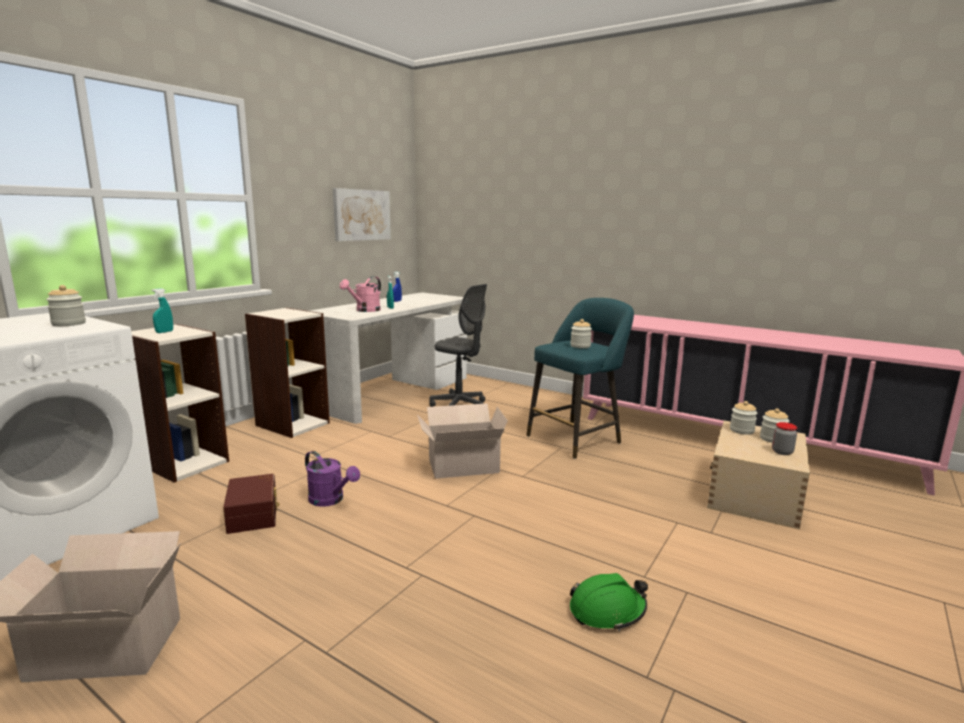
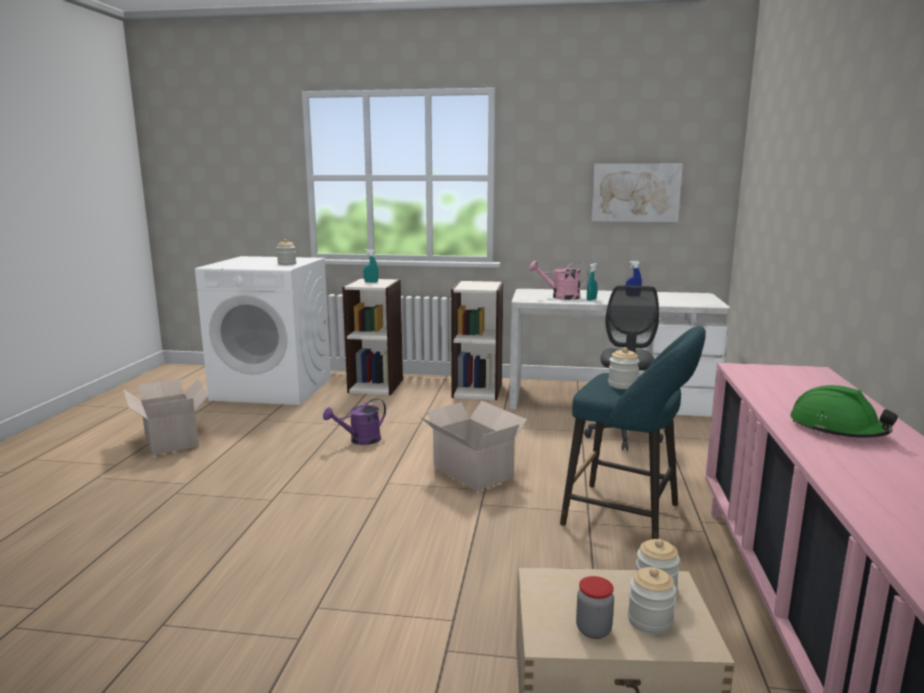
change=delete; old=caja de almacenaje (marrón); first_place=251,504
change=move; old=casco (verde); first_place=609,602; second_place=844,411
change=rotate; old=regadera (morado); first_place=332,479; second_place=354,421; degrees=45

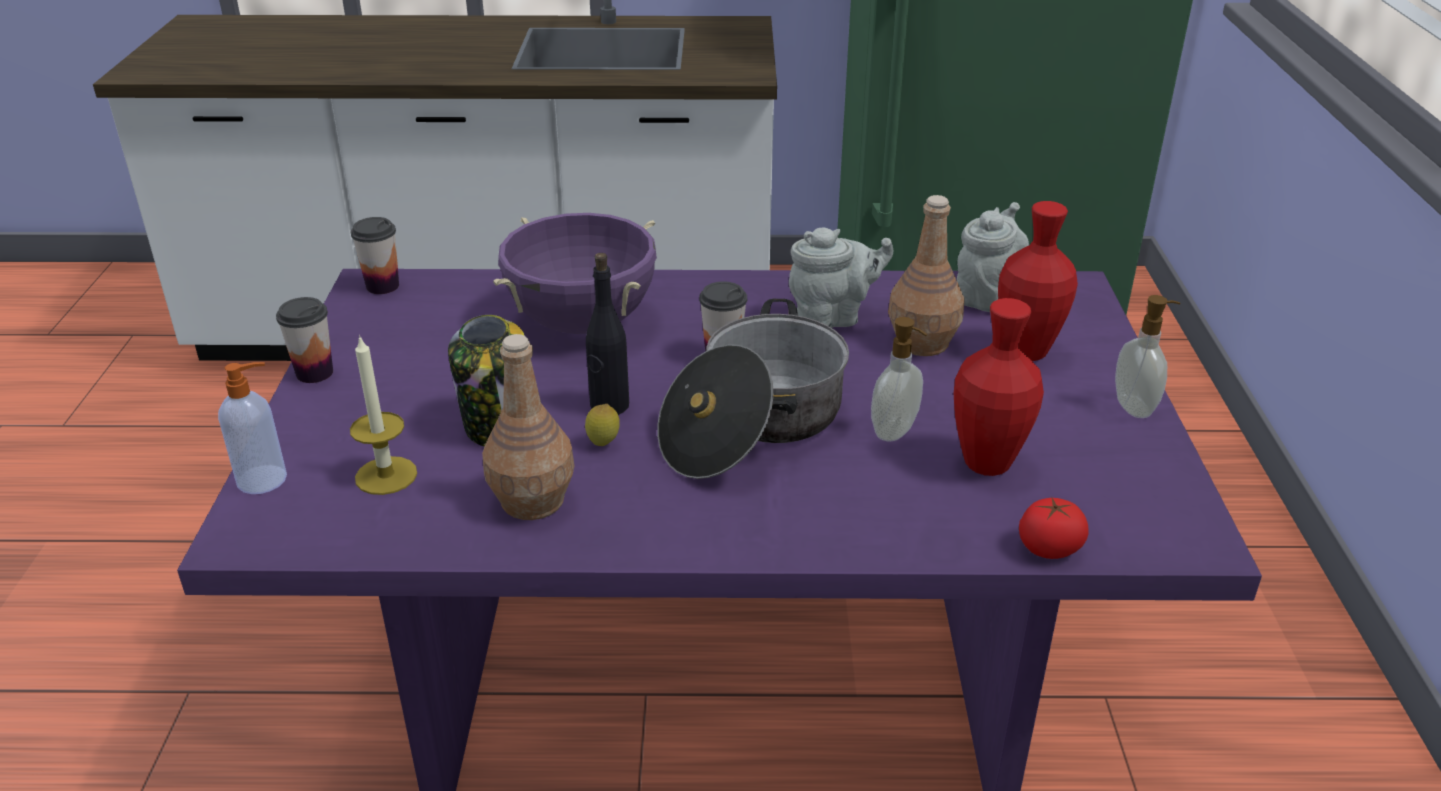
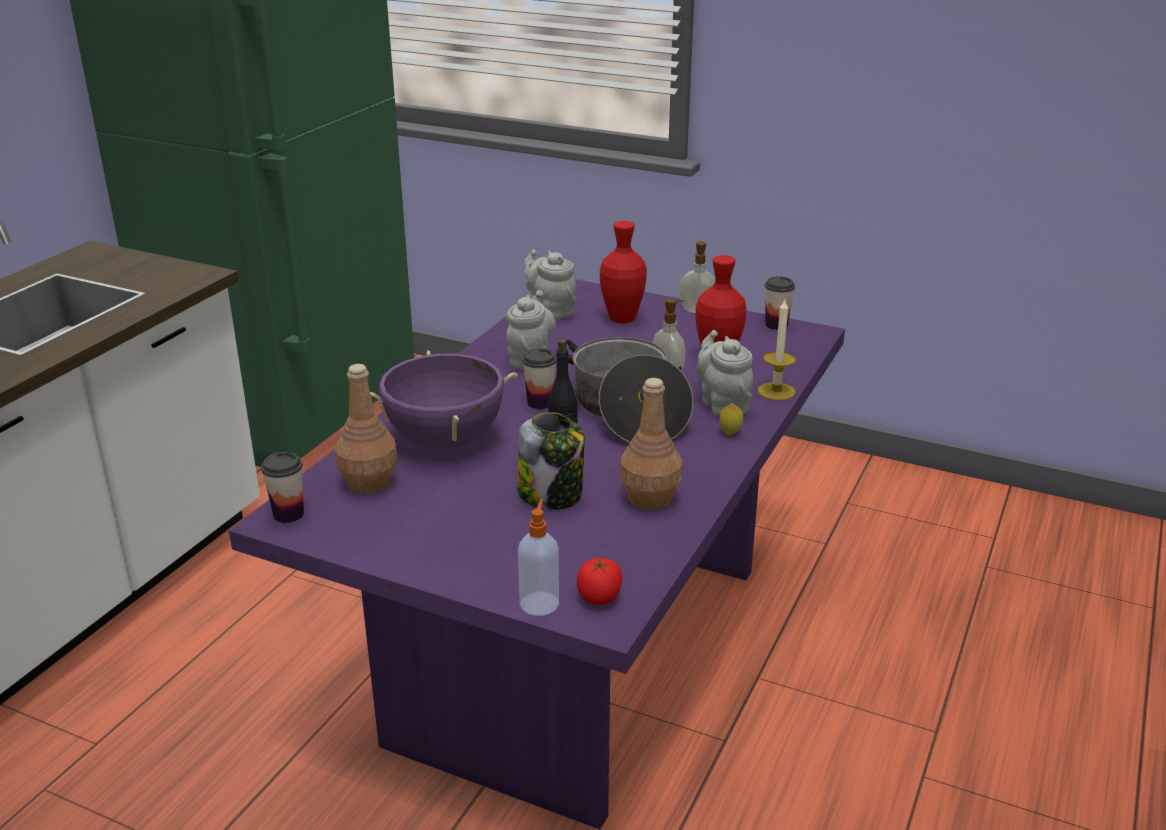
change=insert; new=tetera (gris); second_place=724,373
change=move; old=taza; first_place=304,340; second_place=780,303
change=move; old=vela; first_place=383,415; second_place=777,350
change=move; old=limón; first_place=602,425; second_place=731,419
change=move; old=botella (marrón); first_place=926,275; second_place=366,429
change=move; old=tomate; first_place=1054,528; second_place=600,581

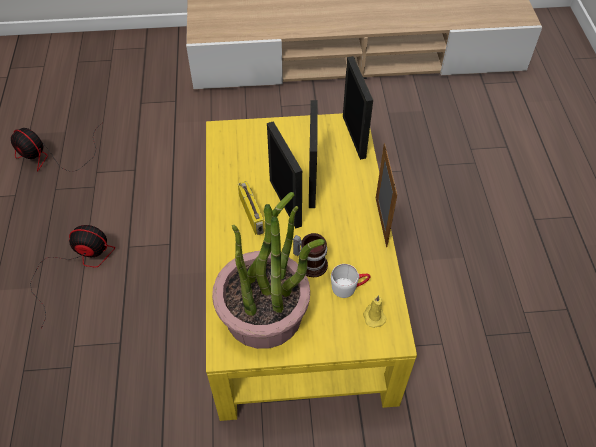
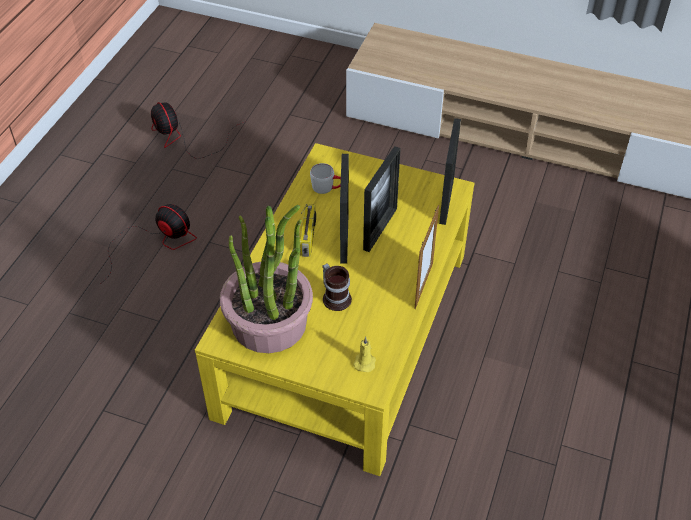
change=move; old=taza grande (blanco); first_place=351,281; second_place=325,178

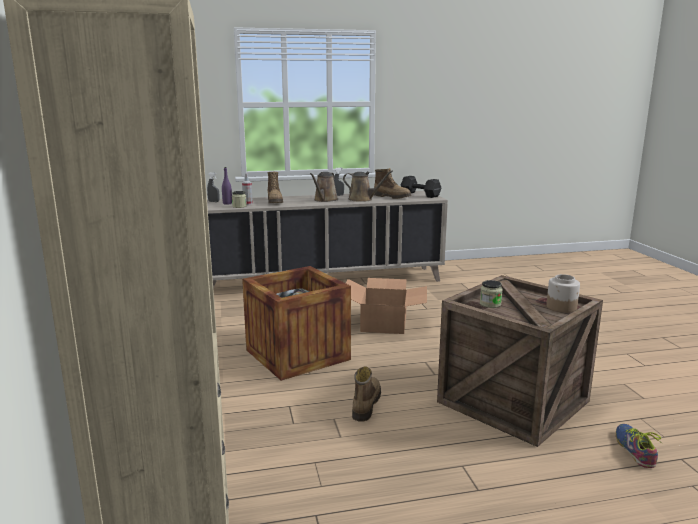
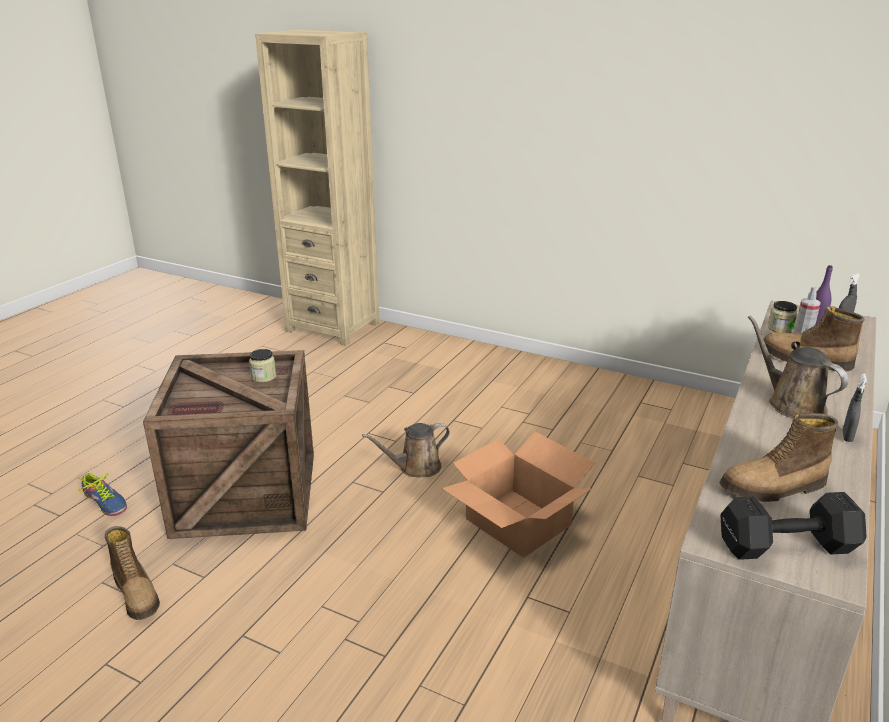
change=delete; old=caja de embalaje; first_place=296,323
change=delete; old=tarro; first_place=563,293
change=move; old=regadera (marrón); first_place=368,186; second_place=406,450
change=move; old=bota; first_place=366,394; second_place=132,573

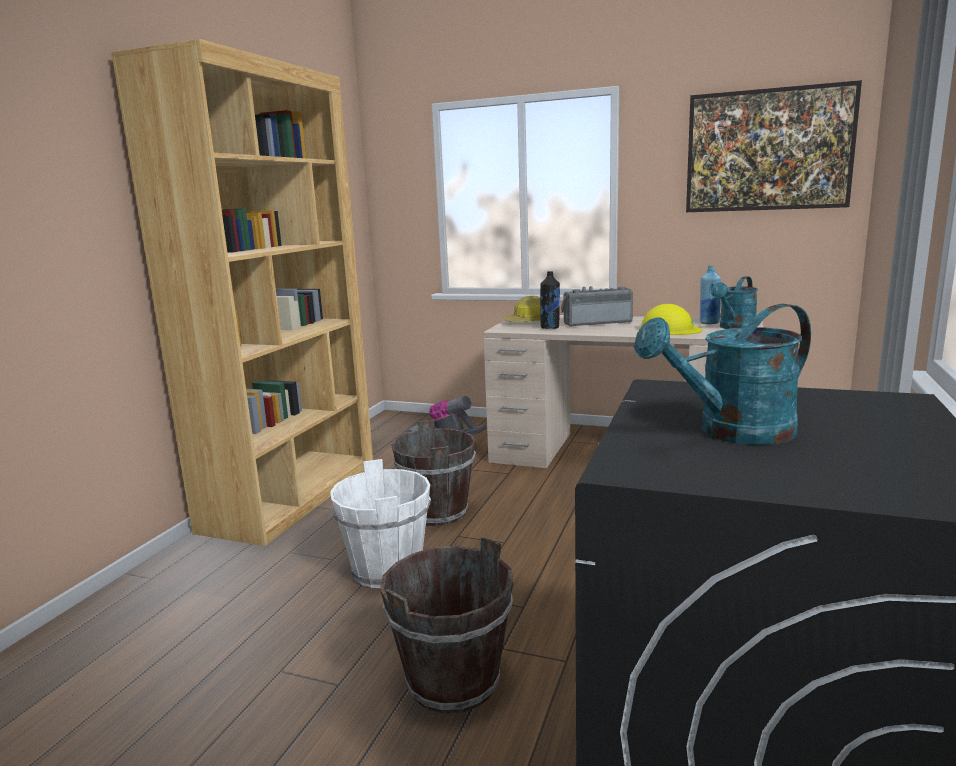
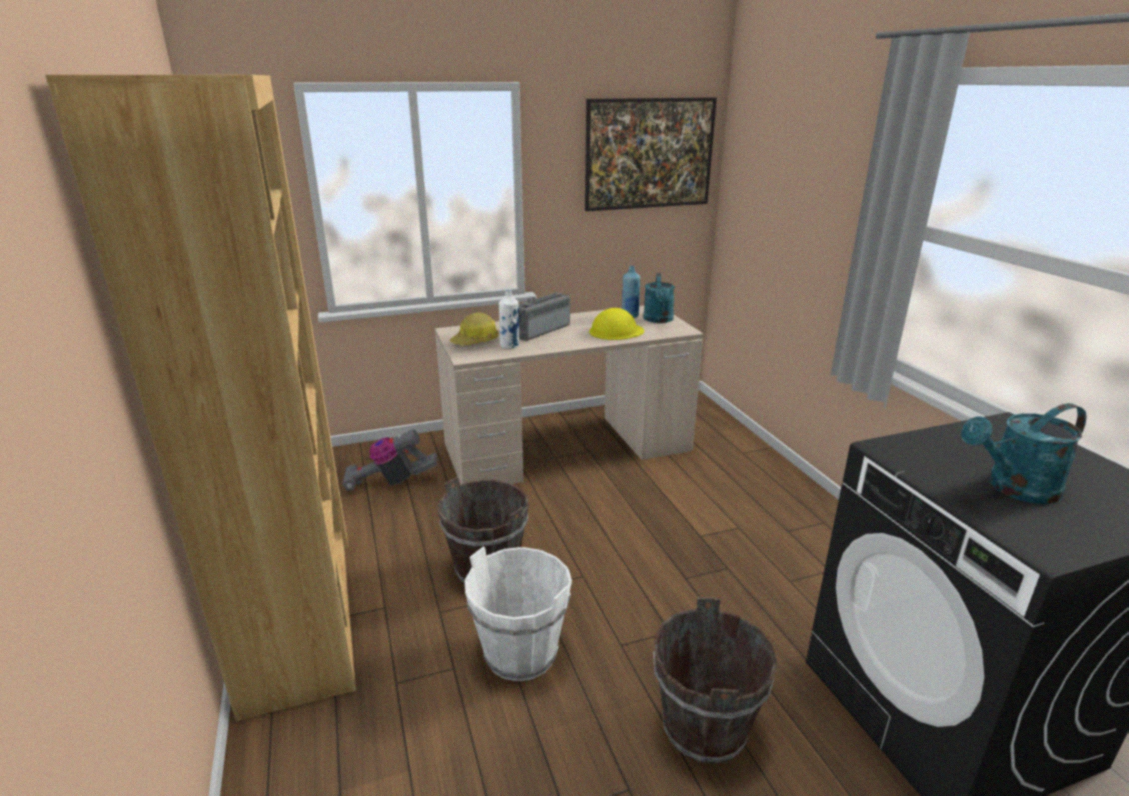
change=recolor; old=botella (negro); new=botella (blanco); first_place=550,300; second_place=509,319
change=rotate; old=regadera (turquesa); first_place=722,374; second_place=1023,453; degrees=45

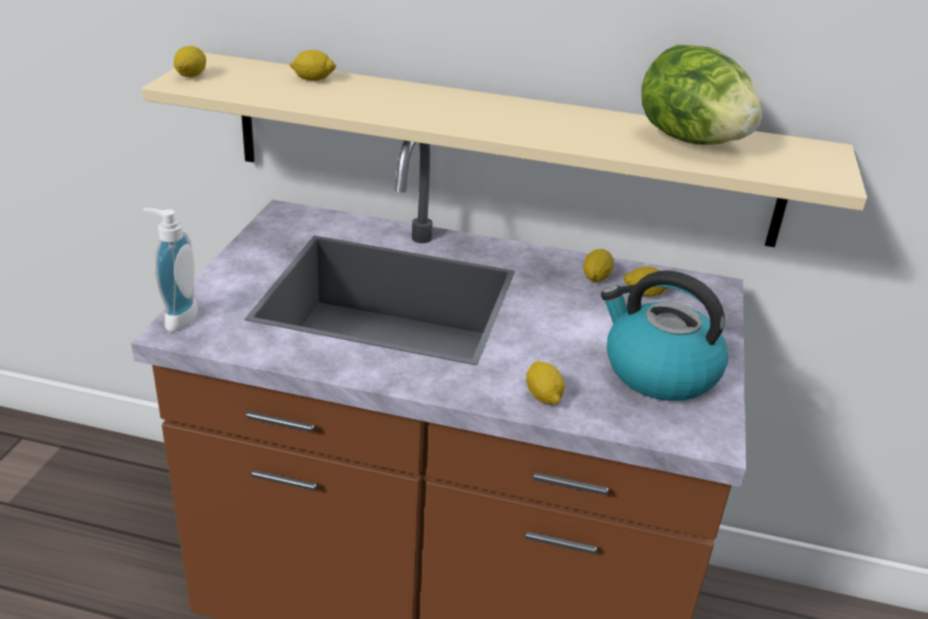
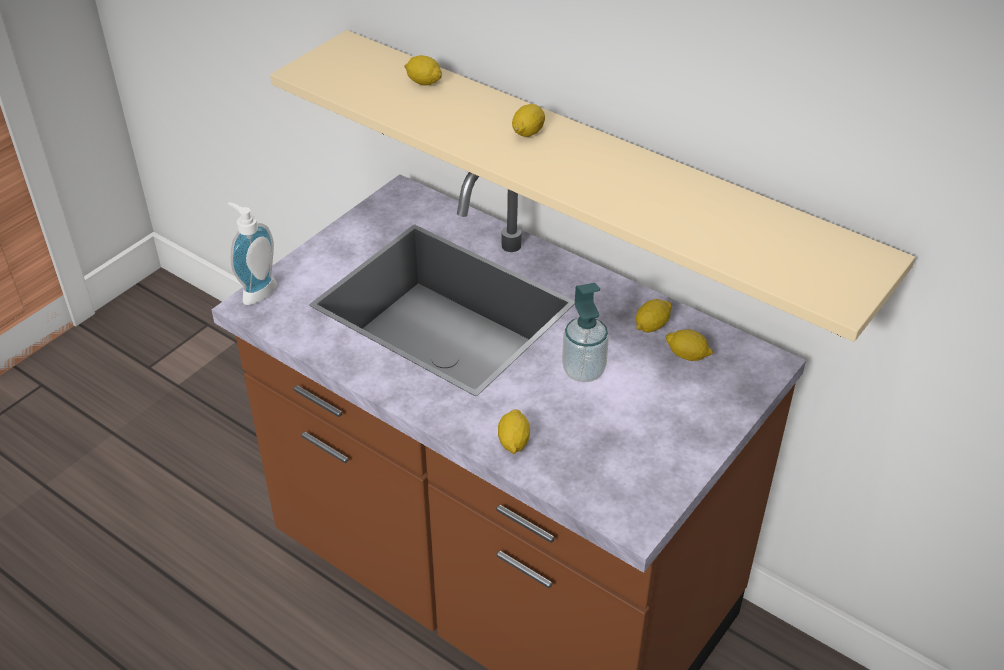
change=delete; old=hervidor; first_place=664,335
change=delete; old=lechuga; first_place=701,95
change=insert; new=dispensador de jabón; second_place=585,332
change=move; old=limón; first_place=190,61; second_place=528,120

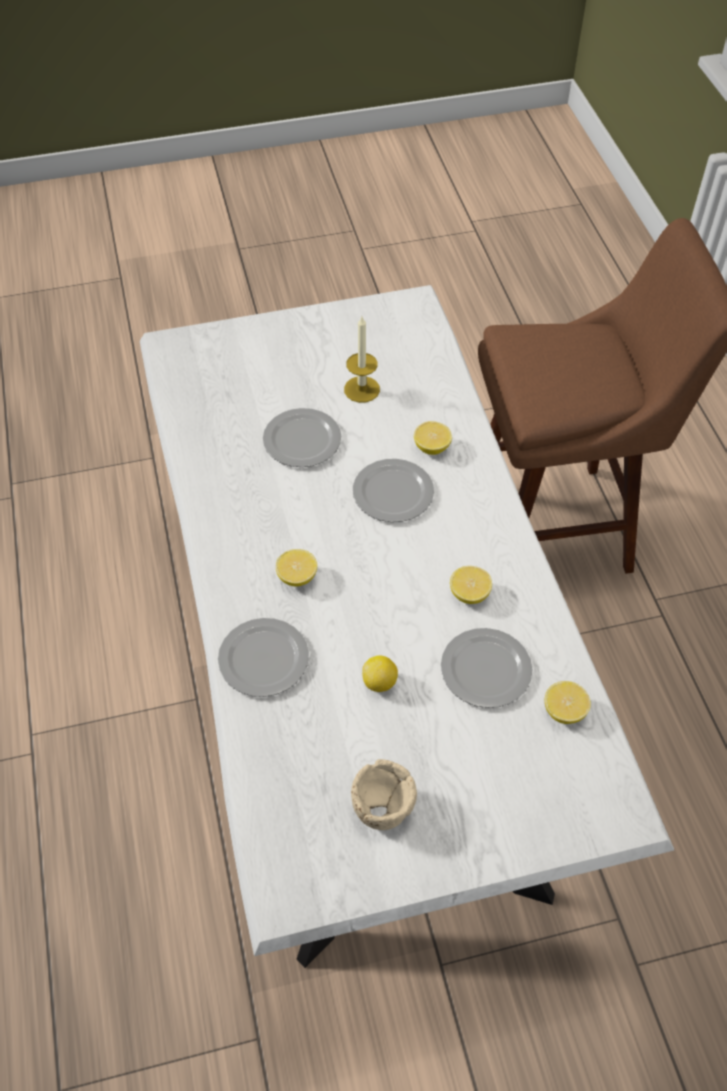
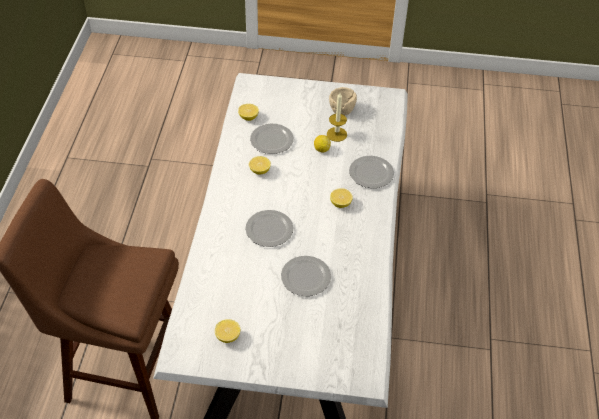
change=move; old=vela; first_place=362,360; second_place=337,117
change=move; old=limón; first_place=433,438; second_place=227,331

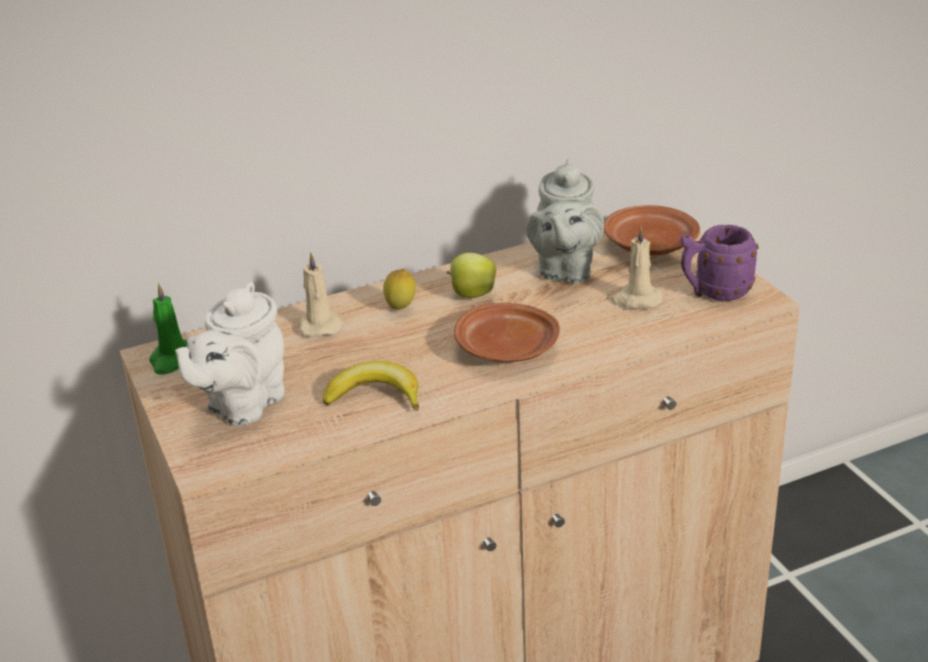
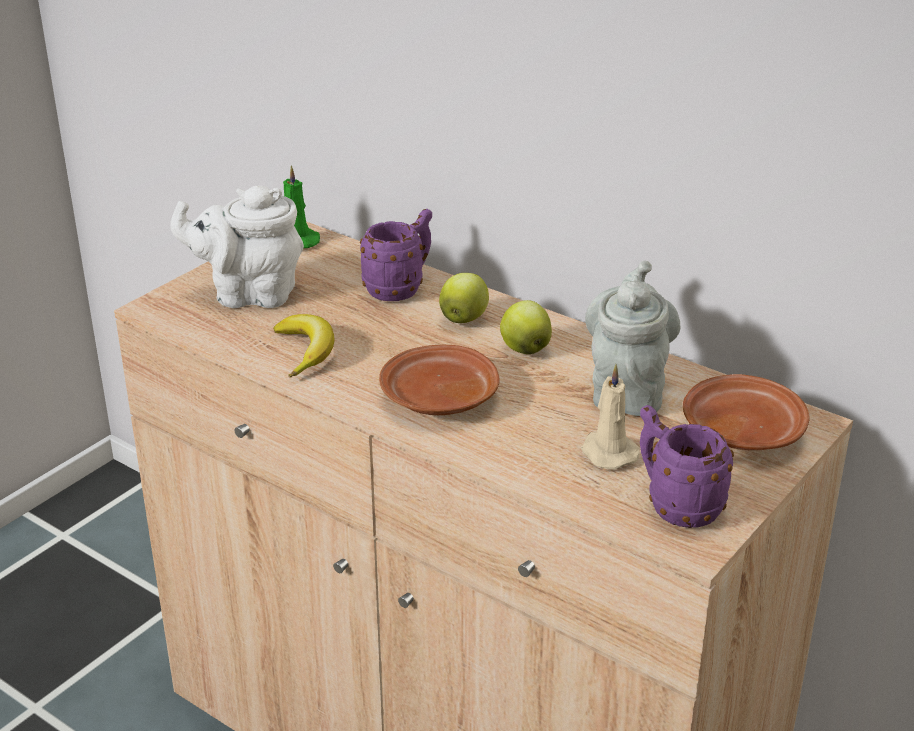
change=replace; old=vela (beis); new=taza grande (morado); first_place=321,294; second_place=396,255
change=replace; old=limón; new=manzana; first_place=399,289; second_place=464,298
change=rotate; old=tetera (gris); first_place=565,221; second_place=632,338; degrees=120

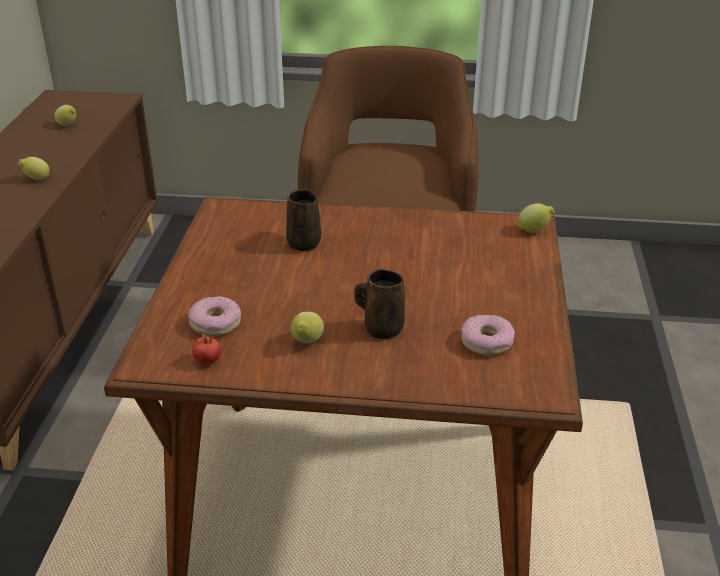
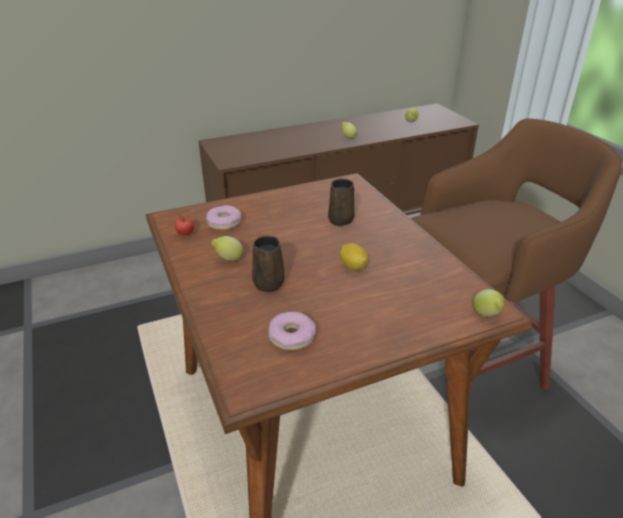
change=insert; new=limón; second_place=354,256

